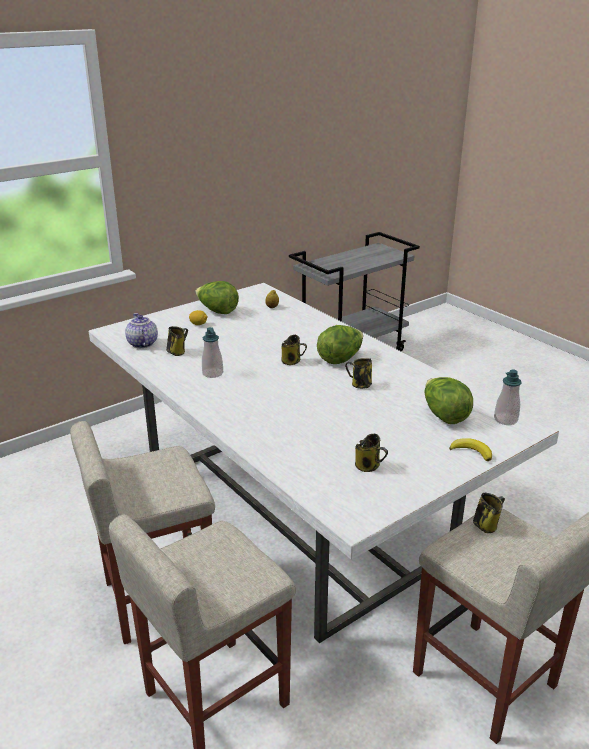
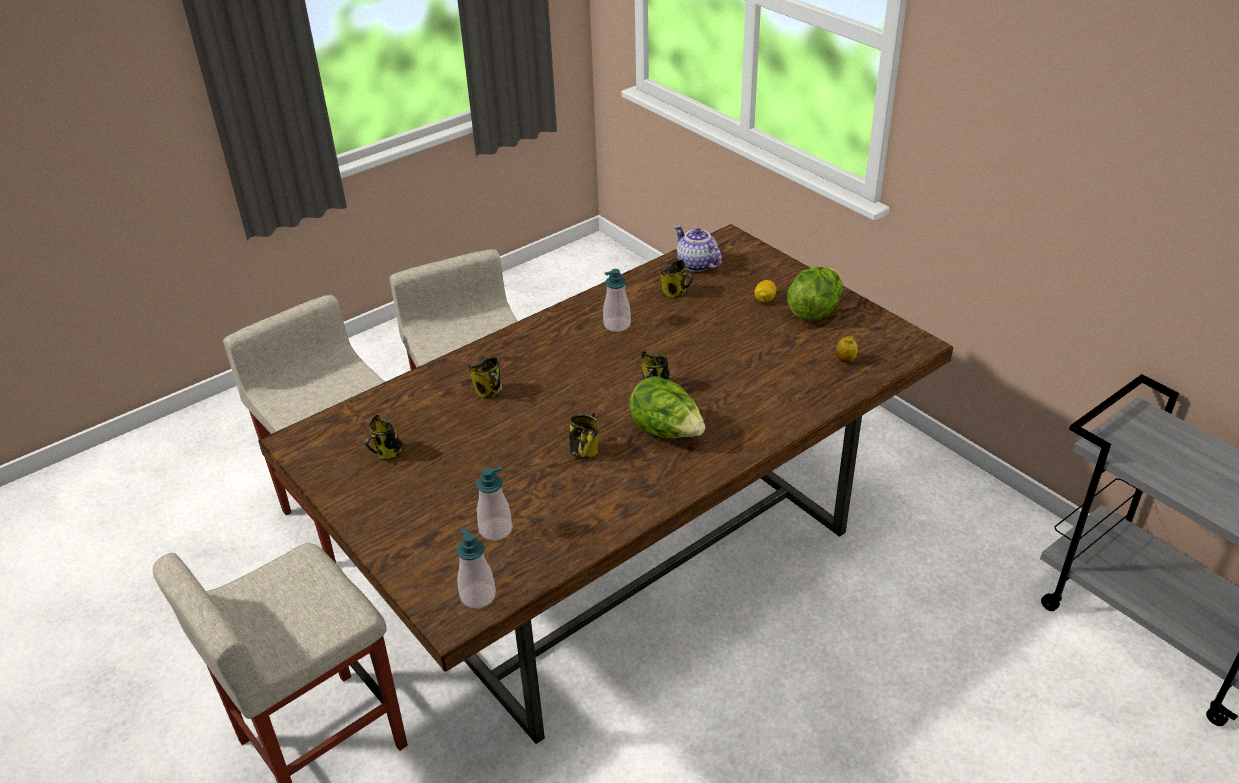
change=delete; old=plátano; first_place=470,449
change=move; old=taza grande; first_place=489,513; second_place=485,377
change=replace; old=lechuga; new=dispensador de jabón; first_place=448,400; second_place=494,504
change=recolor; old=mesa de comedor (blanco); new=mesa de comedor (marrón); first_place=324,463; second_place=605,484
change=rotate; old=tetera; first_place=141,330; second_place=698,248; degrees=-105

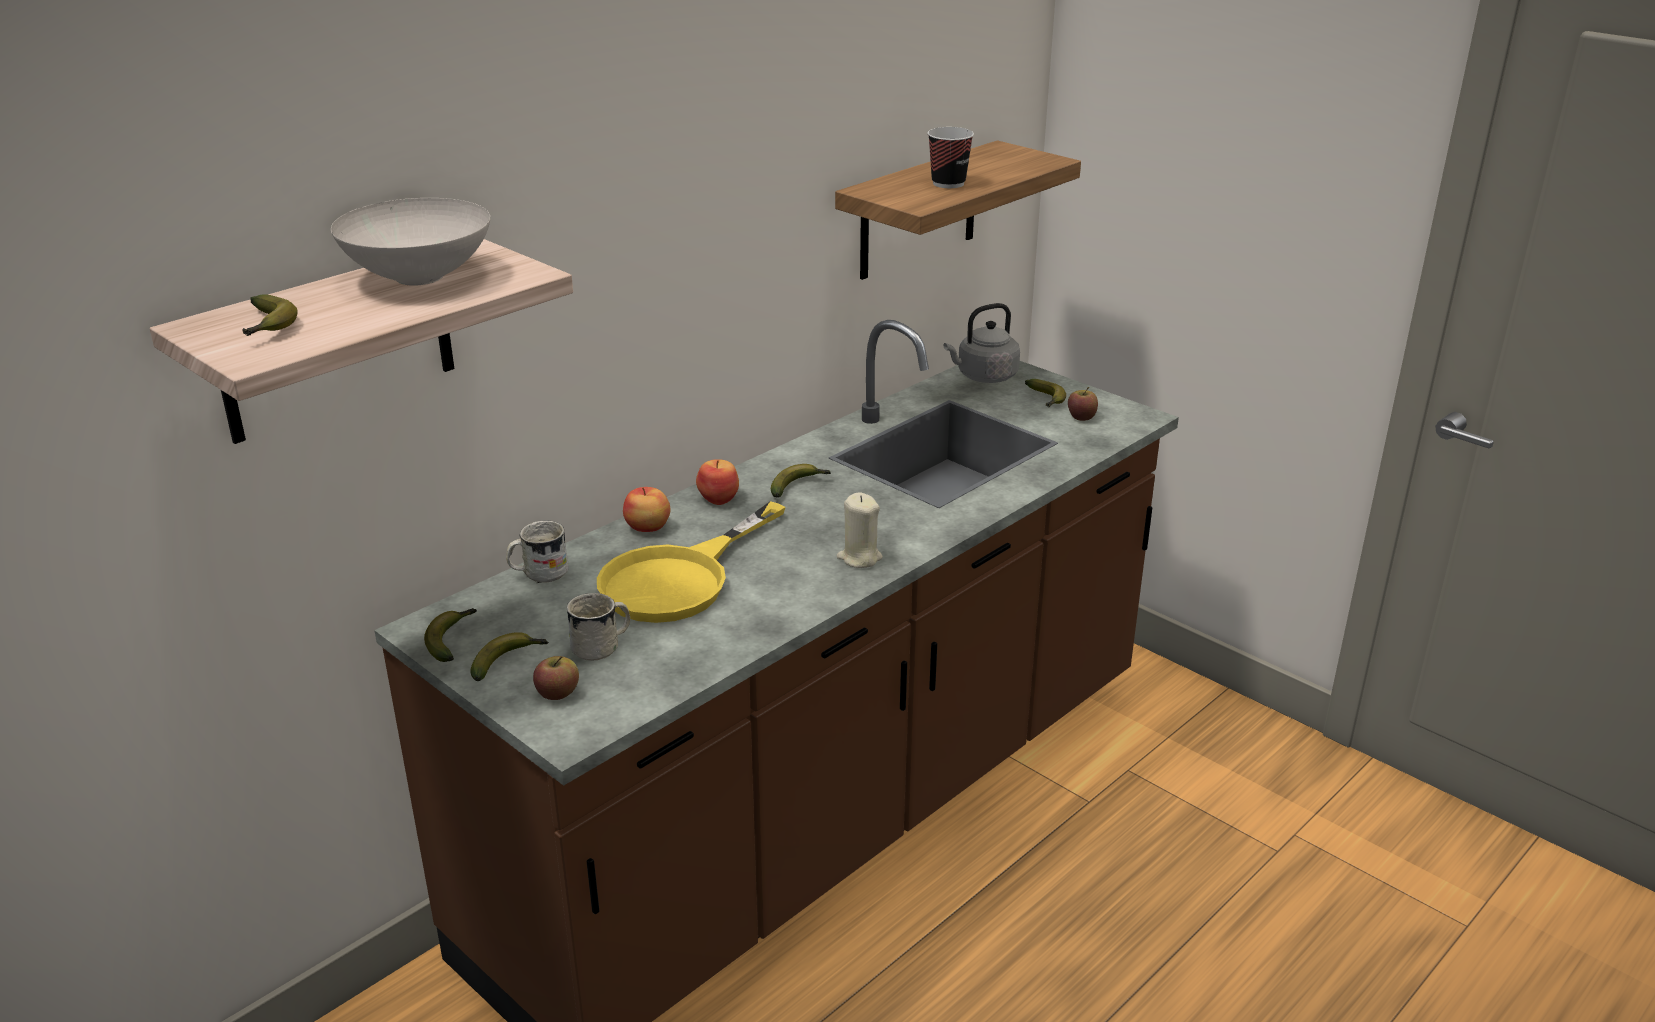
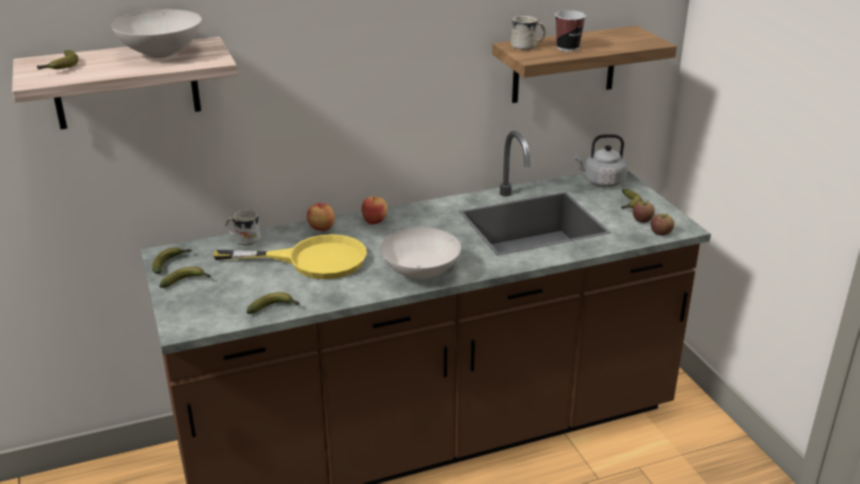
change=move; old=manzana; first_place=556,678; second_place=662,225
change=move; old=taza grande (blanco); first_place=598,627; second_place=528,33
change=move; old=plátano; first_place=801,481; second_place=273,303
change=replace; old=vela (beis); new=cuenco (blanco); first_place=860,530; second_place=420,253
change=rotate; old=sartén (amarillo); first_place=691,562; second_place=290,256; degrees=-150

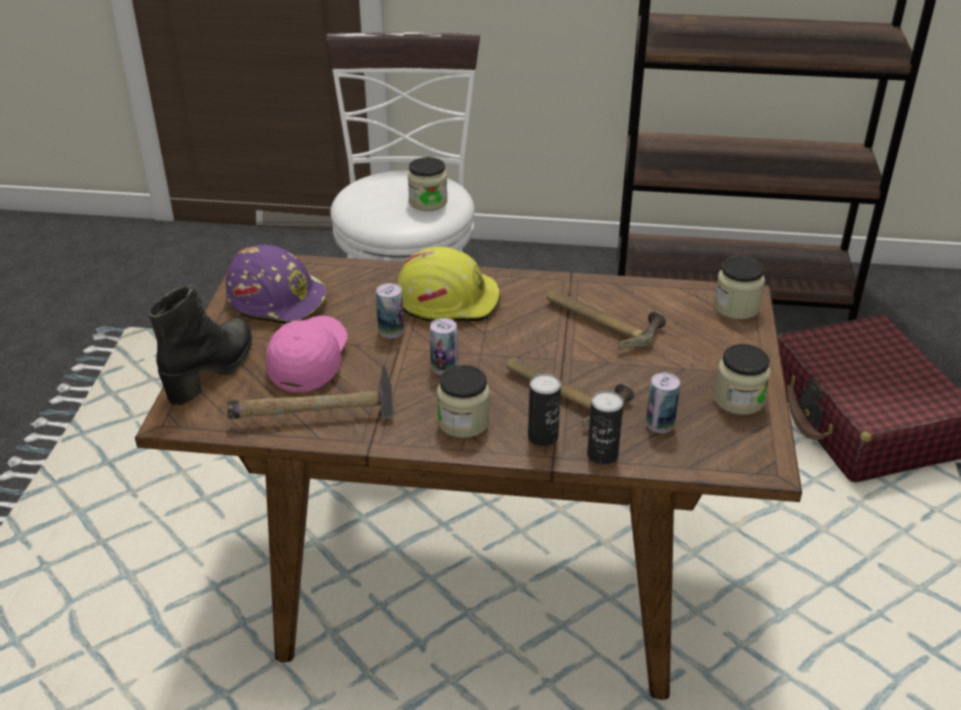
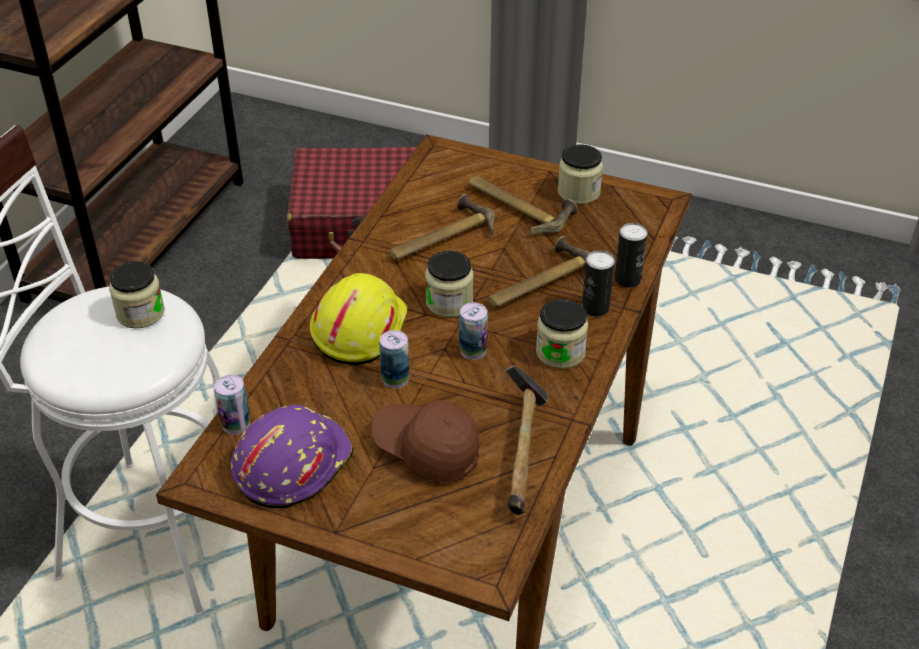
change=delete; old=bota (negro); first_place=200,345
change=insert; new=martillo; second_place=523,205
change=move; old=lata; first_place=663,402; second_place=232,405
change=move; old=tarro; first_place=739,288; second_place=449,284
change=recolor; old=gorra (rosa); new=gorra (marrón); first_place=307,354; second_place=425,441

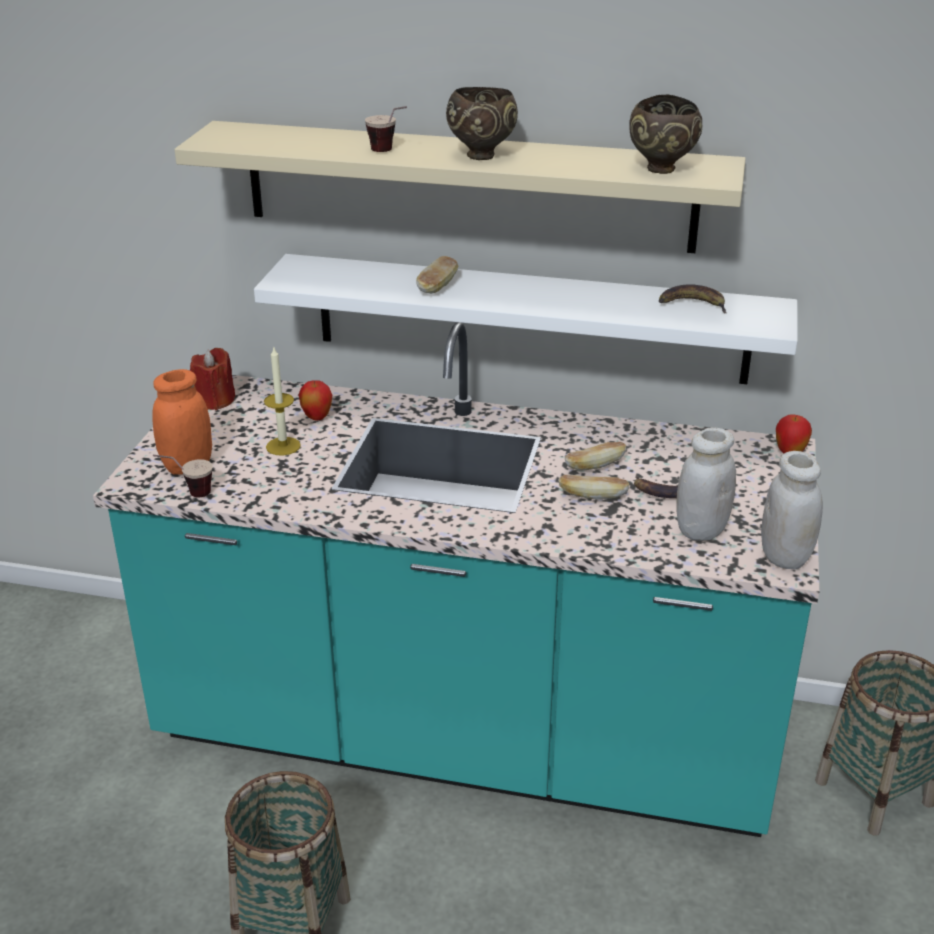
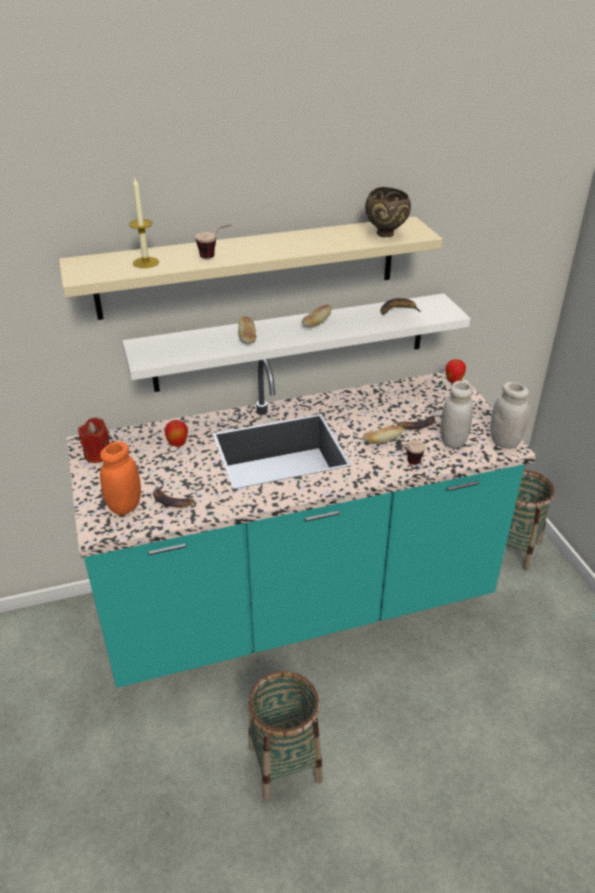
change=delete; old=cuenco (marrón); first_place=482,123
change=insert; new=plátano; second_place=174,496
change=move; old=taza; first_place=183,476; second_place=413,452
change=move; old=vela; first_place=282,401; second_place=144,223
change=move; old=pan; first_place=595,456; second_place=316,316

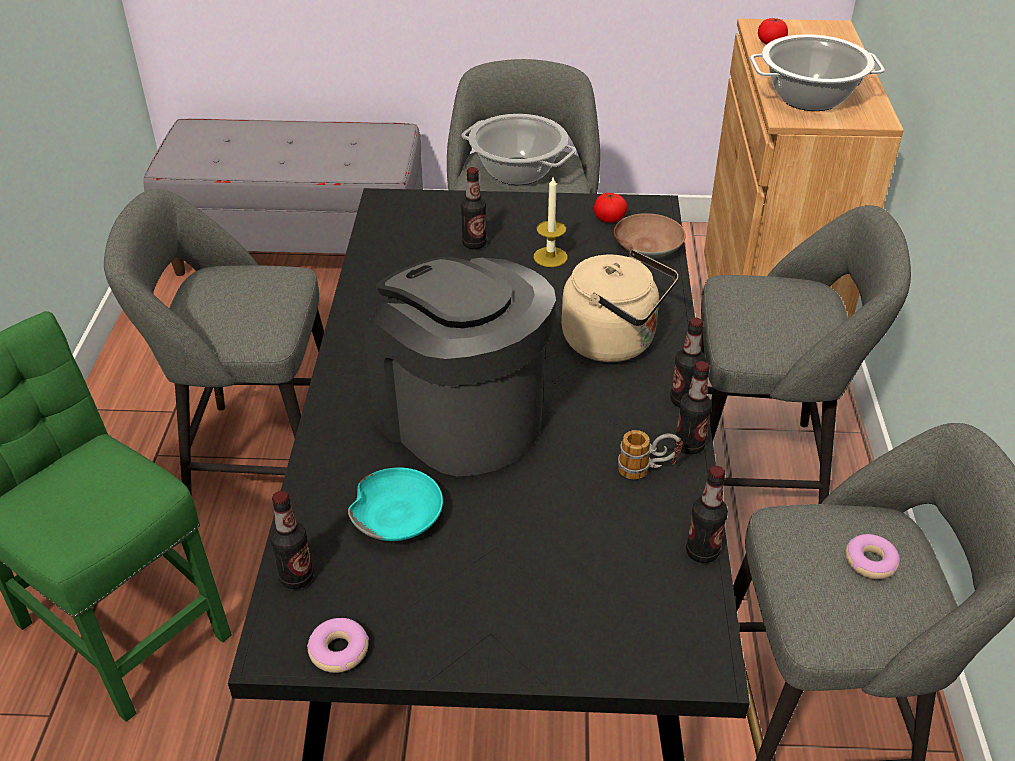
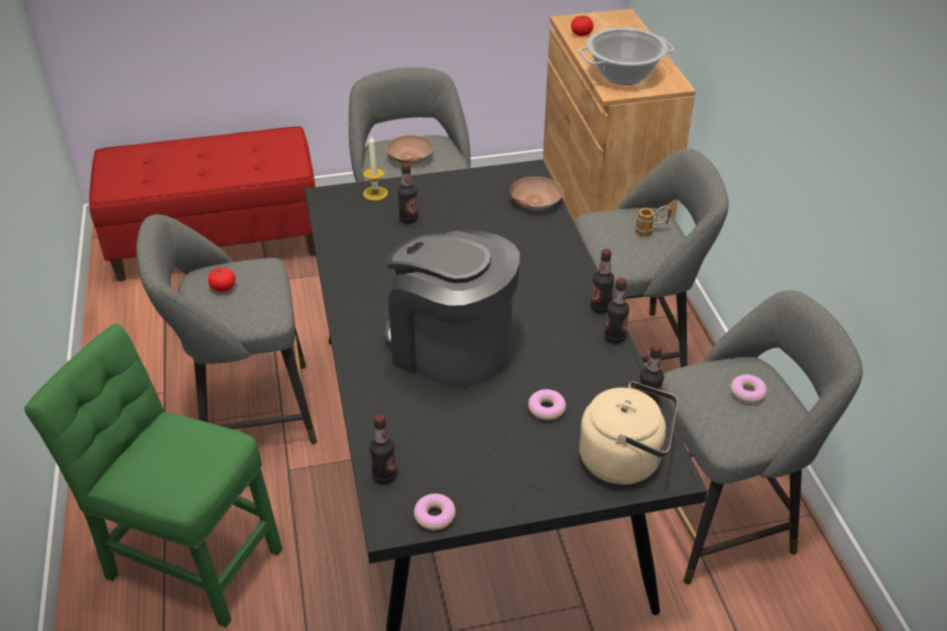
change=delete; old=cuenco (turquesa); first_place=395,504
change=insert; new=rosquilla; second_place=547,404
change=move; old=vela; first_place=550,222; second_place=375,168
change=move; old=hervidor (beis); first_place=620,306; second_place=628,433
change=move; old=tomate; first_place=610,208; second_place=222,280
change=move; old=taza grande; first_place=650,455; second_place=653,221
change=replace; old=olla; new=cuenco (marrón); first_place=519,149; second_place=410,150
change=recolor; old=banco (gris); new=banco (rojo); first_place=283,197; second_place=202,203

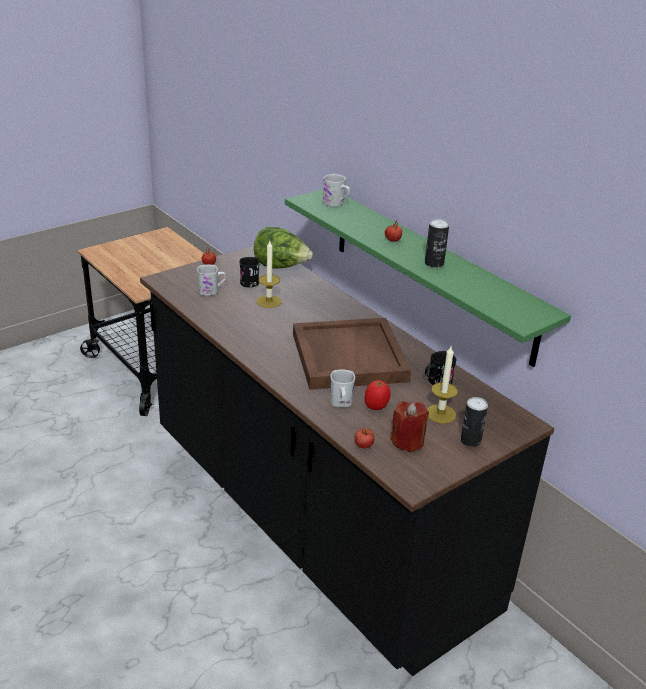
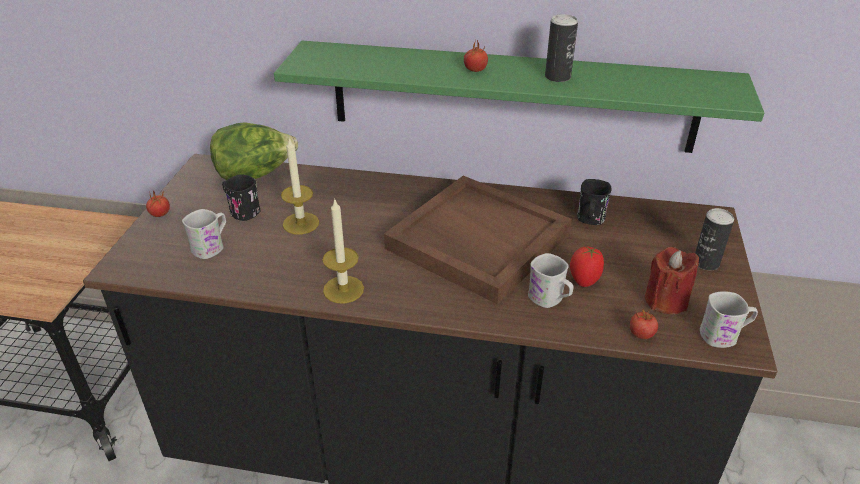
change=move; old=taza grande (blanco); first_place=336,190; second_place=729,319
change=move; old=vela; first_place=442,384; second_place=343,251

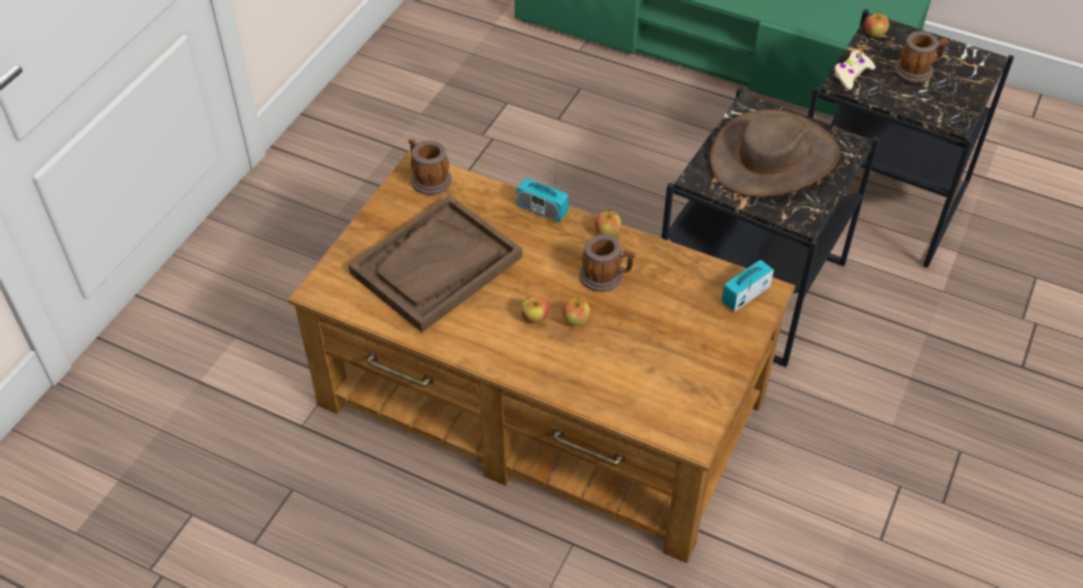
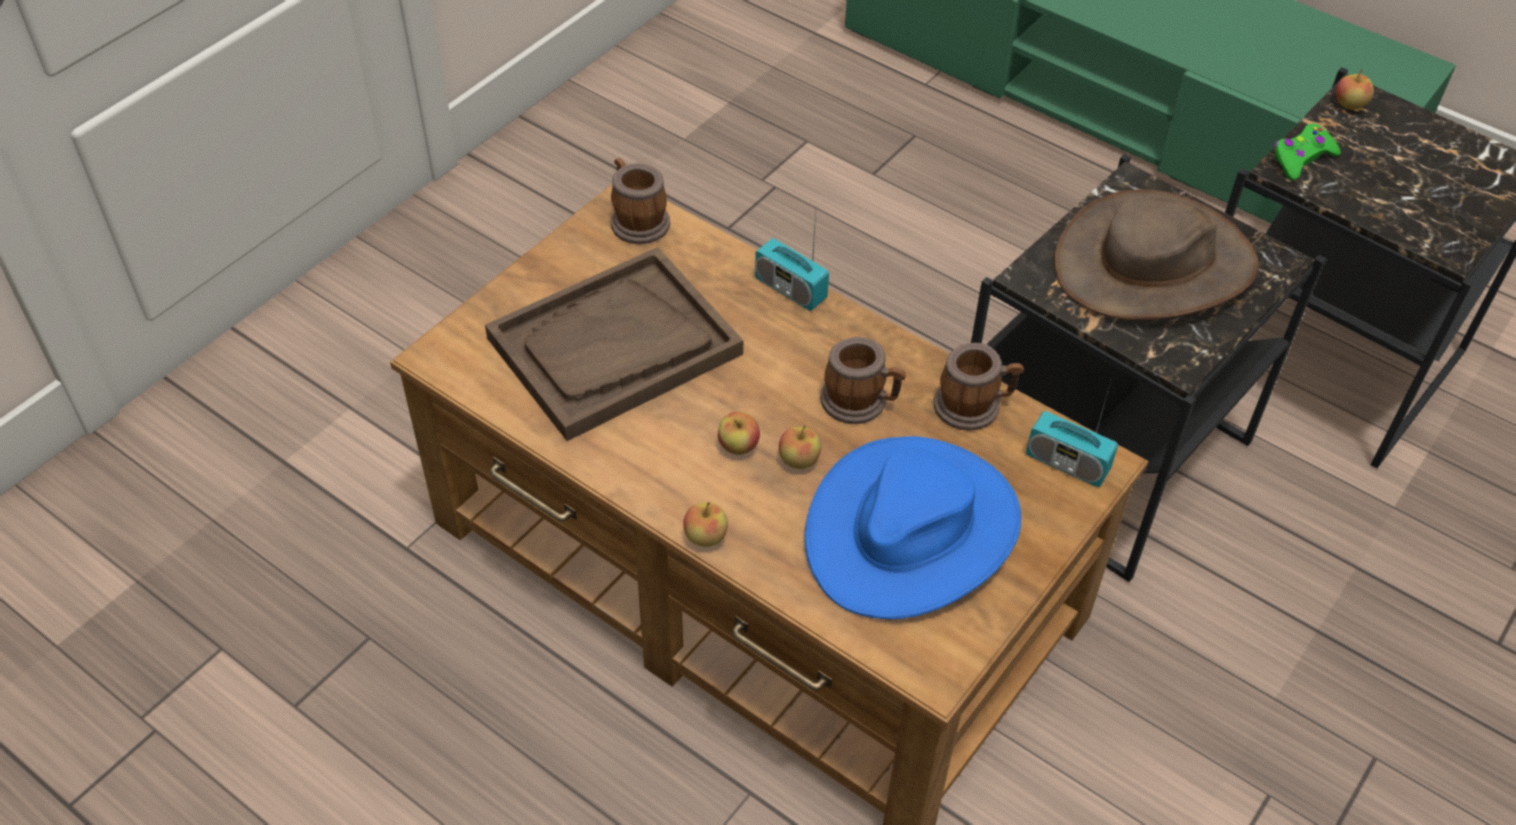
change=insert; new=sombrero (azul); second_place=913,528
change=move; old=manzana; first_place=608,222; second_place=705,524
change=move; old=taza grande; first_place=921,57; second_place=979,387
change=recolor; old=mando de consola (beis); new=mando de consola (verde); first_place=854,70; second_place=1307,152
change=rotate; old=radio; first_place=748,284; second_place=1072,433; degrees=-120

